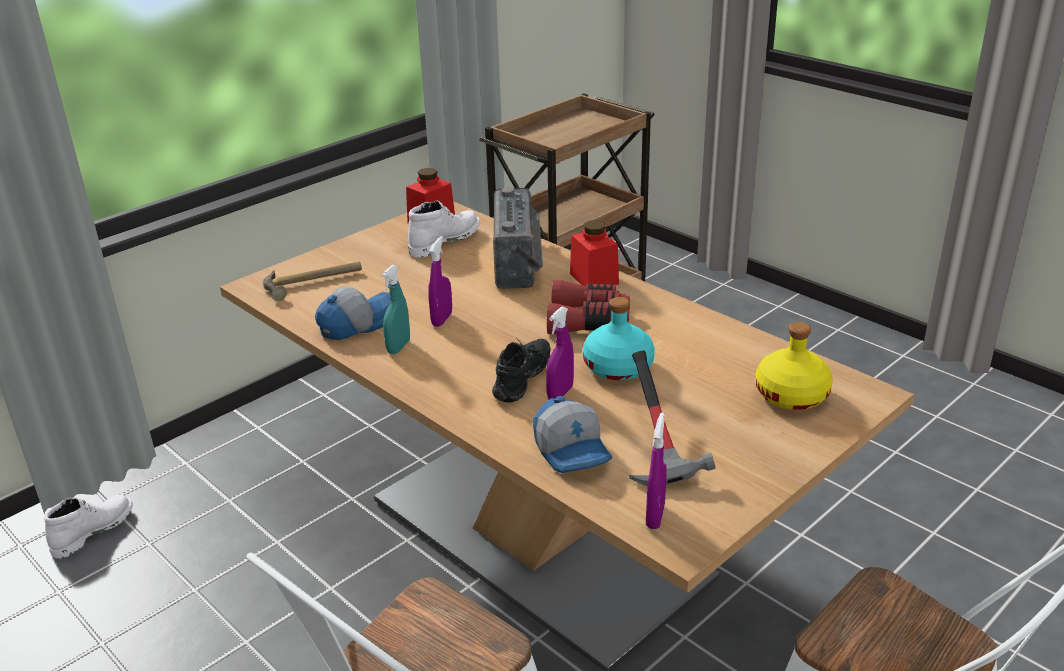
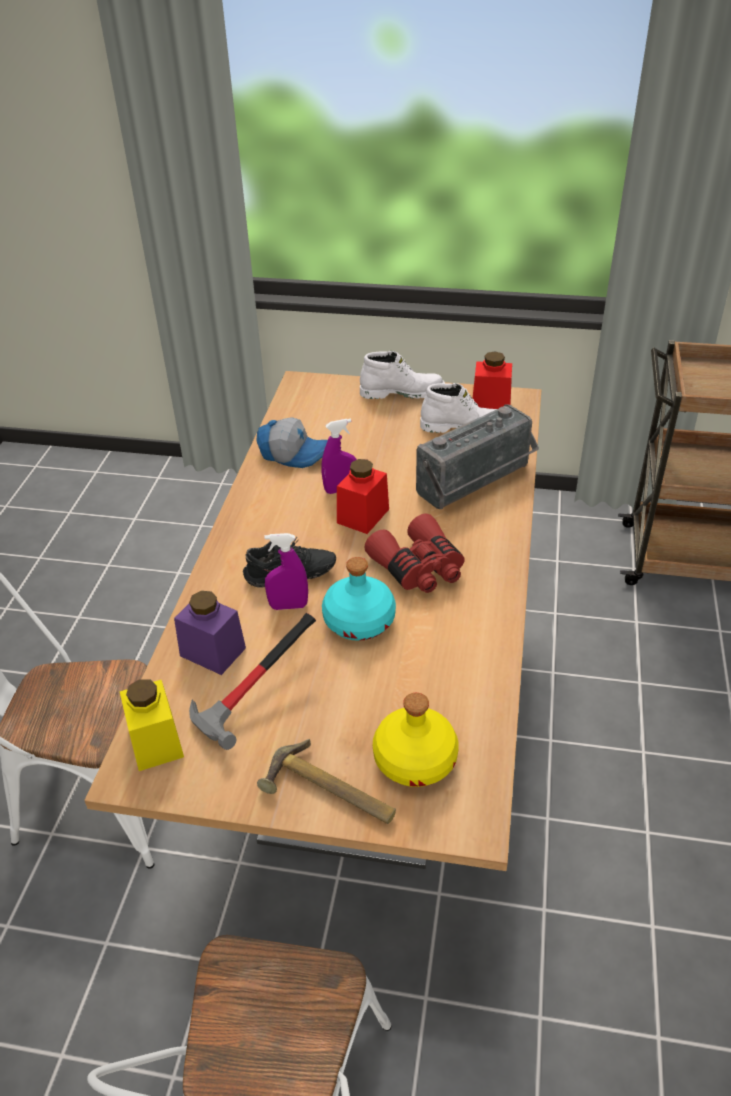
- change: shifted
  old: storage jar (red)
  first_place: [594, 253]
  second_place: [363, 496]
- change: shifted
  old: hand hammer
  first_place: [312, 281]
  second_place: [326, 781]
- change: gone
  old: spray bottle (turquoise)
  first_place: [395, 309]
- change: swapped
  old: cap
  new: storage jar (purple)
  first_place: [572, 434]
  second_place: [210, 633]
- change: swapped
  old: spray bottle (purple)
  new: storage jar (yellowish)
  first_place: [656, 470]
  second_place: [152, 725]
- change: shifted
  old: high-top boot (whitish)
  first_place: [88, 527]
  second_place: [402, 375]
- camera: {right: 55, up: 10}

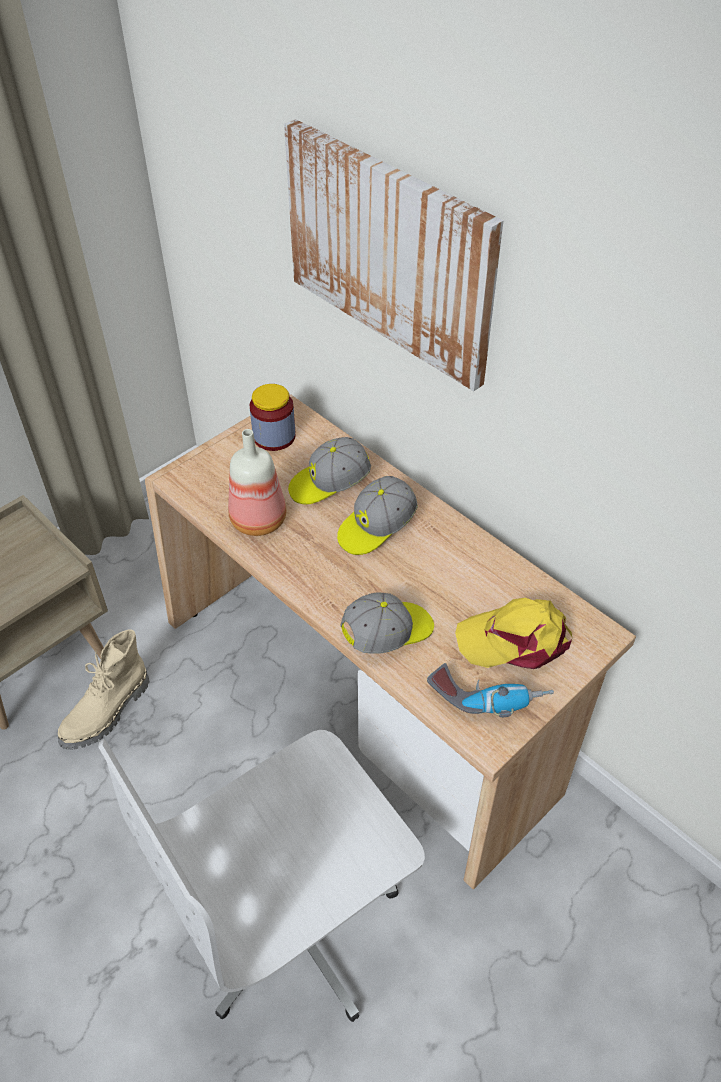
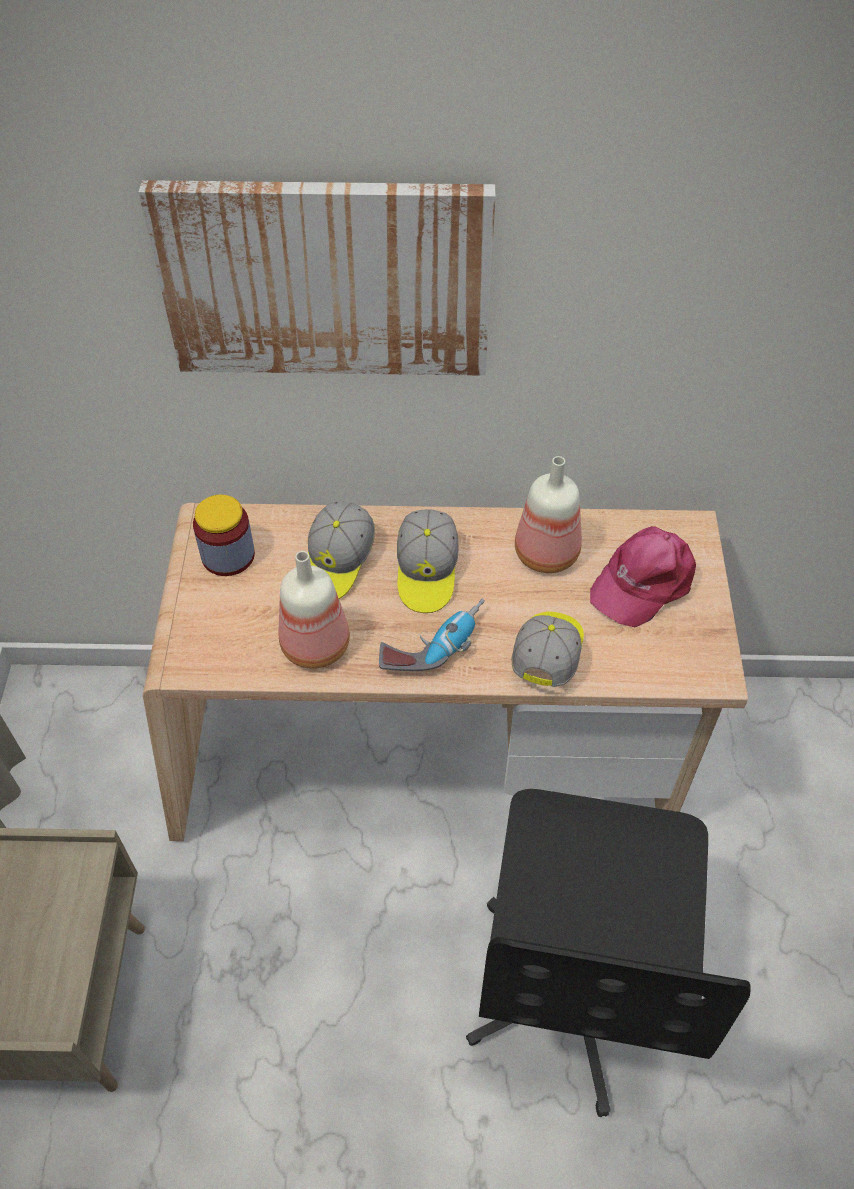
- change: repainted
  old: cap (yellowish)
  new: cap (pink-coloured)
  first_place: [513, 633]
  second_place: [643, 576]
- change: gone
  old: high-top boot (beige-coloured)
  first_place: [103, 689]
- change: shifted
  old: power drill
  first_place: [490, 690]
  second_place: [432, 635]
- change: repainted
  old: office chair (whitish)
  new: office chair (black-coloured)
  first_place: [261, 876]
  second_place: [608, 953]
- change: new
  new: bottle
  second_place: [548, 514]
- camera: {right: -45, up: 5}

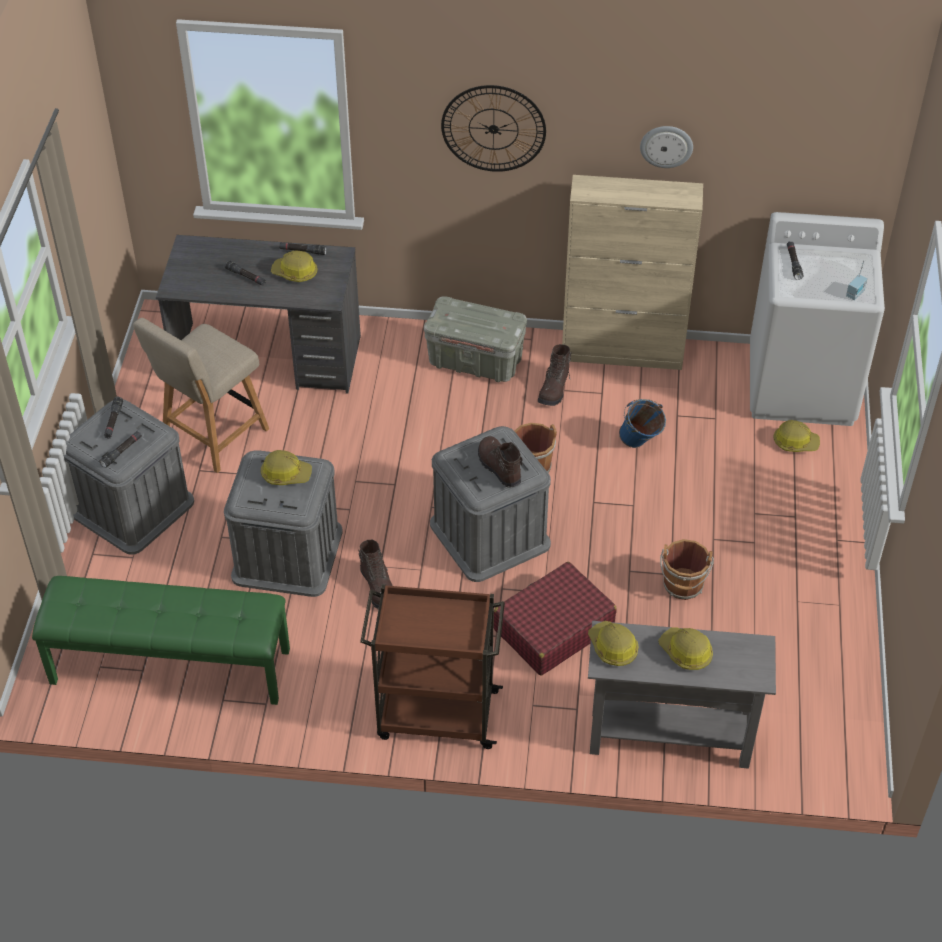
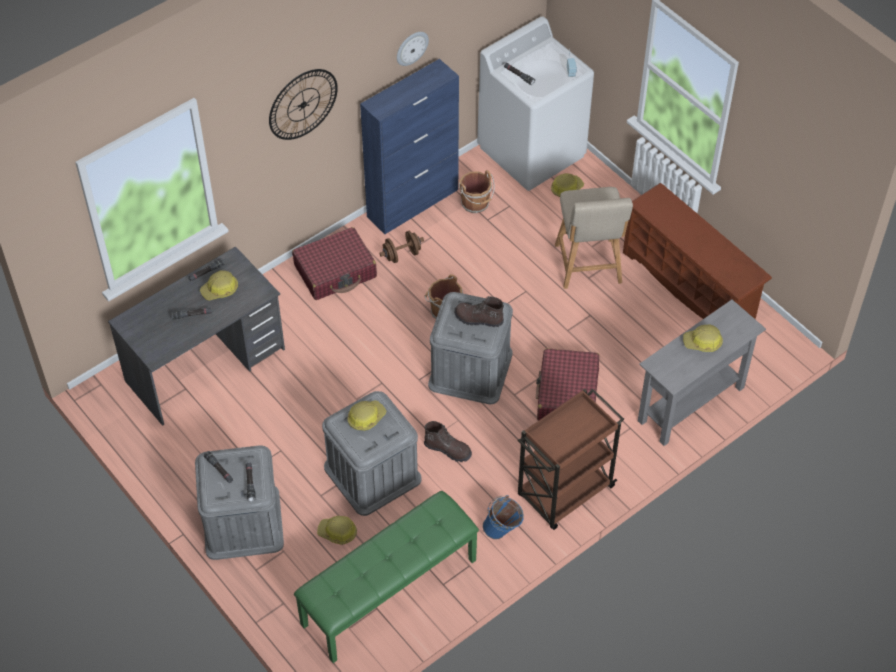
- change: repainted
  old: cupboard (beige-coloured)
  new: cupboard (blue)
  first_place: [632, 272]
  second_place: [409, 146]
- change: swapped
  old: storage bin (greyish)
  new: suitcase (red)
  first_place: [475, 339]
  second_place: [334, 263]
- change: shifted
  old: chair (beige-coloured)
  first_place: [201, 395]
  second_place: [594, 238]
- change: swapped
  old: high-top boot (brown)
  new: free weight (brown)
  first_place: [555, 375]
  second_place: [401, 247]
- change: shifted
  old: pail (blue)
  first_place: [642, 423]
  second_place: [503, 517]
- change: shifted
  old: pail (brown)
  first_place: [687, 569]
  second_place: [477, 191]
- change: shifted
  old: hard hat
  first_place: [613, 643]
  second_place: [337, 530]
- change: new
  new: shoe rack (brown)
  second_place: [697, 251]
- camera: {right: -45, up: 5}

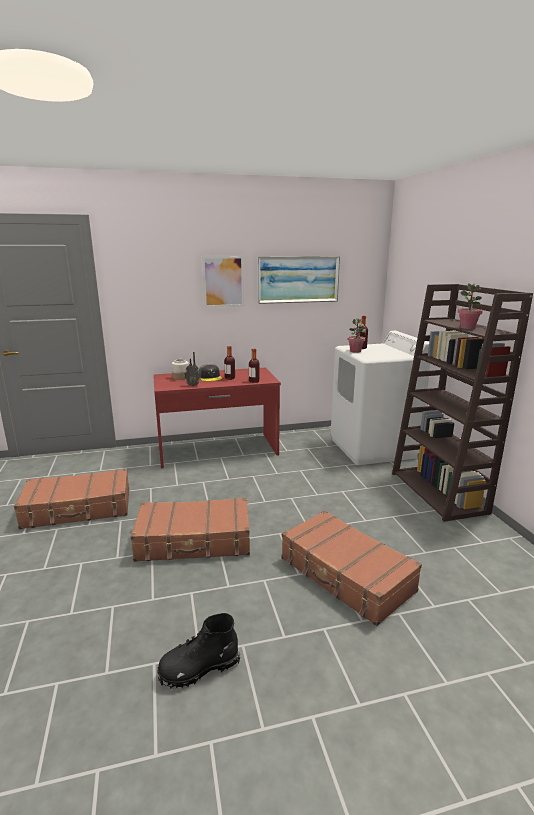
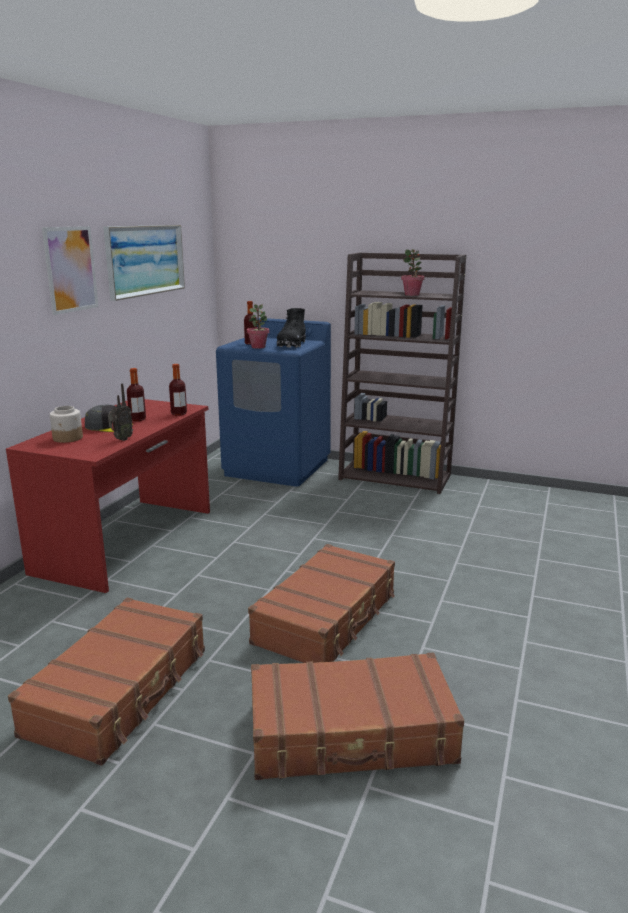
- change: repainted
  old: laundry machine (whitish)
  new: laundry machine (blue)
  first_place: [380, 398]
  second_place: [273, 402]
- change: shifted
  old: suitcase (brown)
  first_place: [352, 568]
  second_place: [357, 716]
- change: shifted
  old: high-top boot (black-coloured)
  first_place: [198, 651]
  second_place: [291, 328]
- camera: {right: -55, up: 0}

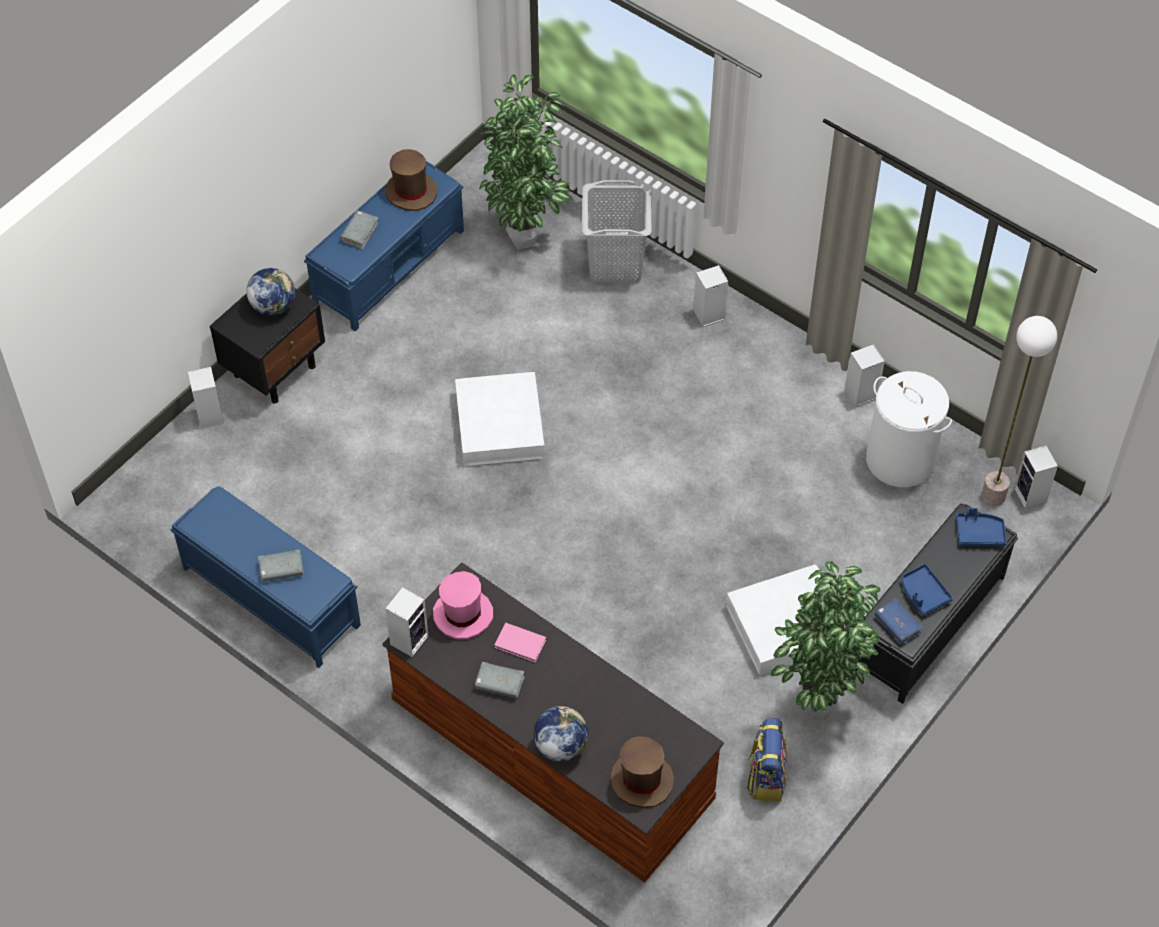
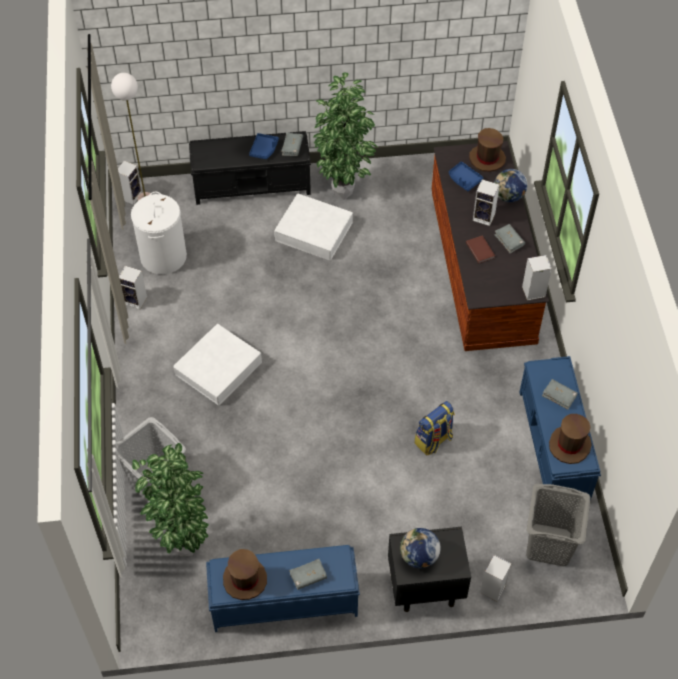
- change: shifted
  old: speaker
  first_place: [710, 296]
  second_place: [486, 202]
- change: shifted
  old: storage bin (whitish)
  first_place: [500, 419]
  second_place: [217, 365]
- change: shifted
  old: tray (blue)
  first_place: [981, 527]
  second_place: [466, 176]
- change: gone
  old: clothing hat (pink-coloured)
  first_place: [463, 605]
- change: repainted
  old: bound book (blue)
  new: bound book (greyish)
  first_place: [899, 621]
  second_place: [292, 144]
- change: repainted
  old: bound book (pink-coloured)
  new: bound book (brown)
  first_place: [520, 642]
  second_place: [480, 249]
- change: shifted
  old: backpack
  first_place: [767, 759]
  second_place: [435, 428]
- change: new
  new: clothing hat (brown)
  second_place: [570, 439]
- change: new
  new: hamper (greyish)
  second_place: [558, 525]
- camera: {right: -135, up: 0}

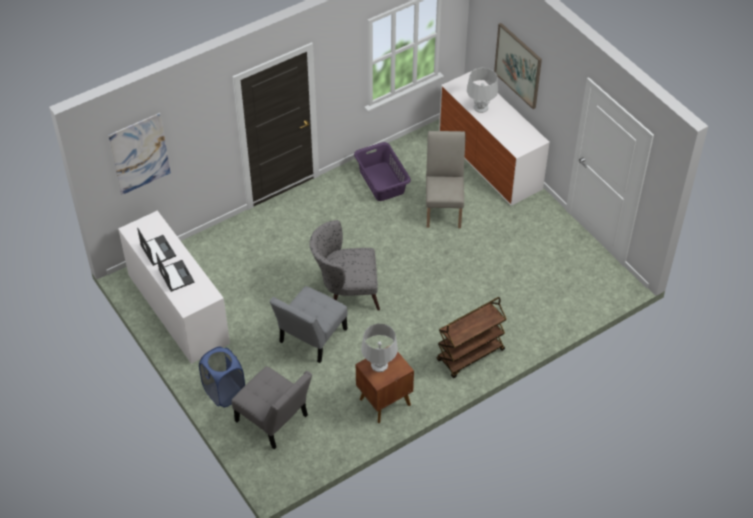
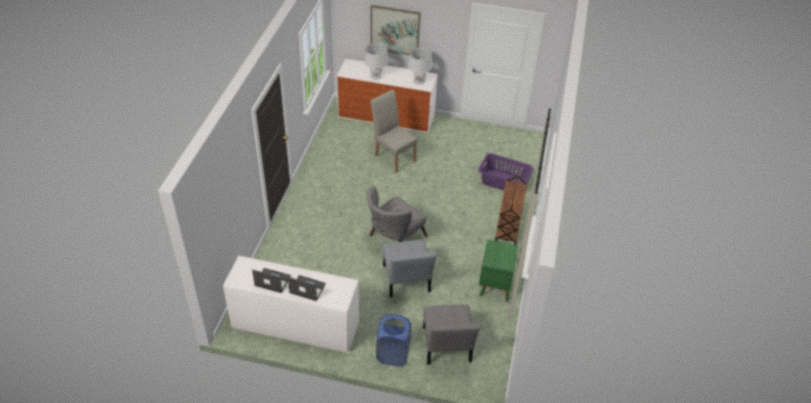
- change: gone
  old: wall picture
  first_place: [139, 154]
- change: shifted
  old: hamper (purple)
  first_place: [382, 171]
  second_place: [506, 172]
- change: shifted
  old: tabletop lamp (greyish)
  first_place: [379, 348]
  second_place: [420, 66]
- change: repainted
  old: night table (brown)
  new: night table (greenish)
  first_place: [384, 384]
  second_place: [499, 270]
- change: rotated
  old: chair (greyish)
  first_place: [272, 407]
  second_place: [451, 335]
  degrees: 90
- camera: {right: -45, up: -5}

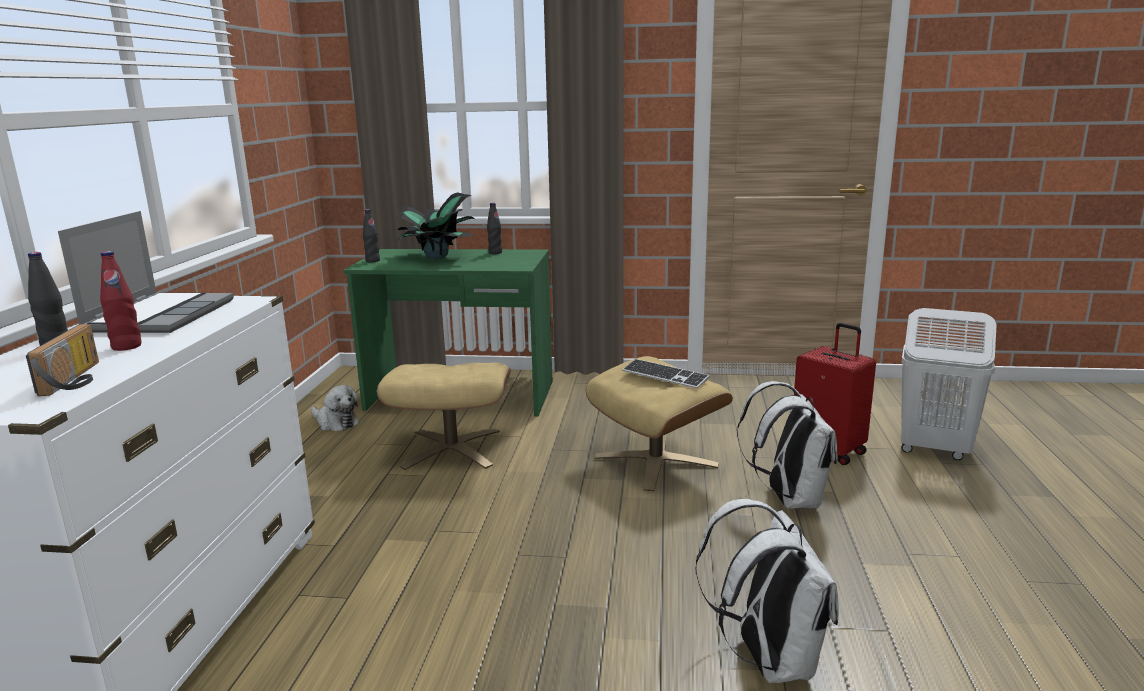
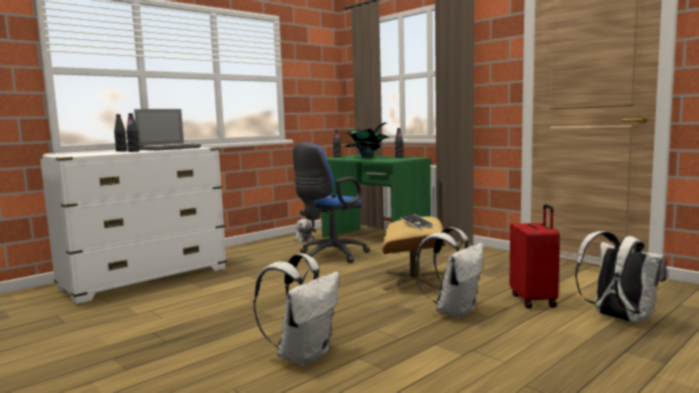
- change: repainted
  old: bottle (red)
  new: bottle (black-coloured)
  first_place: [121, 301]
  second_place: [133, 132]
- change: swapped
  old: hamper (whitish)
  new: backpack (whitish)
  first_place: [949, 384]
  second_place: [620, 276]
- change: gone
  old: radio receiver
  first_place: [62, 360]
- change: swapped
  old: pouffe (beige-coloured)
  new: office chair (blue)
  first_place: [444, 416]
  second_place: [331, 202]
- camera: {right: 40, up: -10}

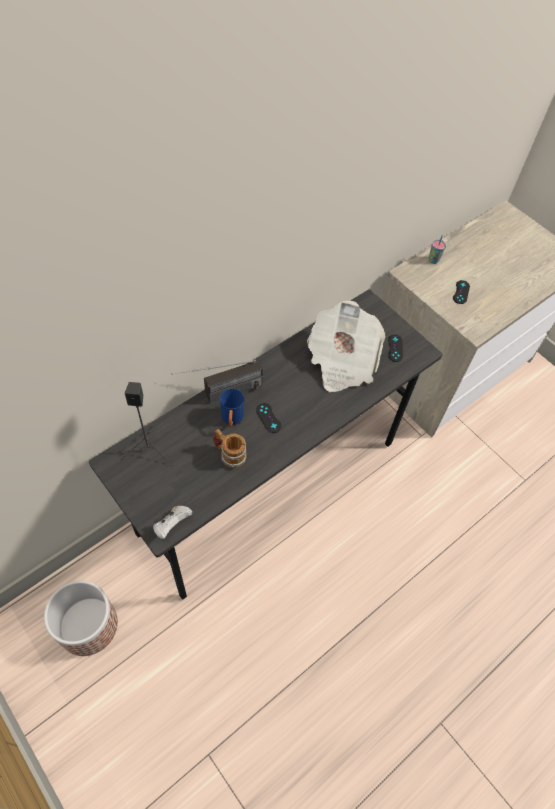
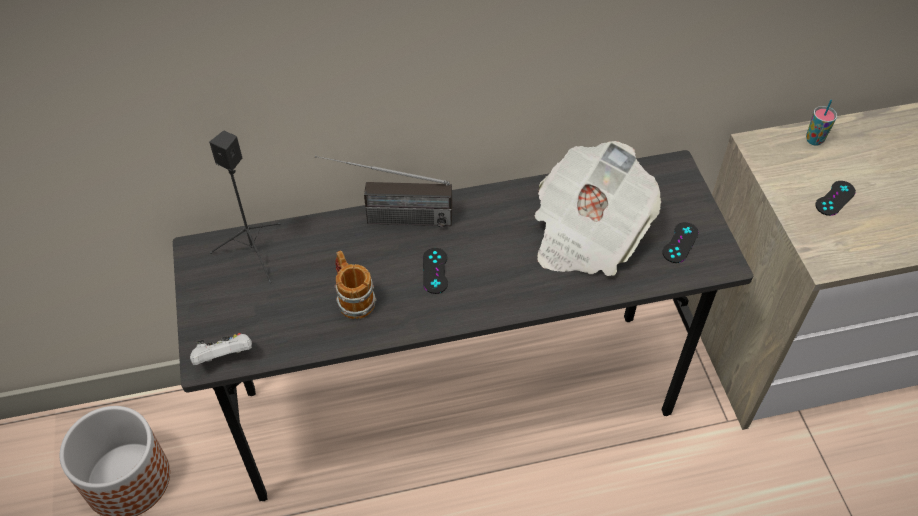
- change: gone
  old: tea mug (blue)
  first_place: [232, 408]
- camera: {right: 30, up: -5}

